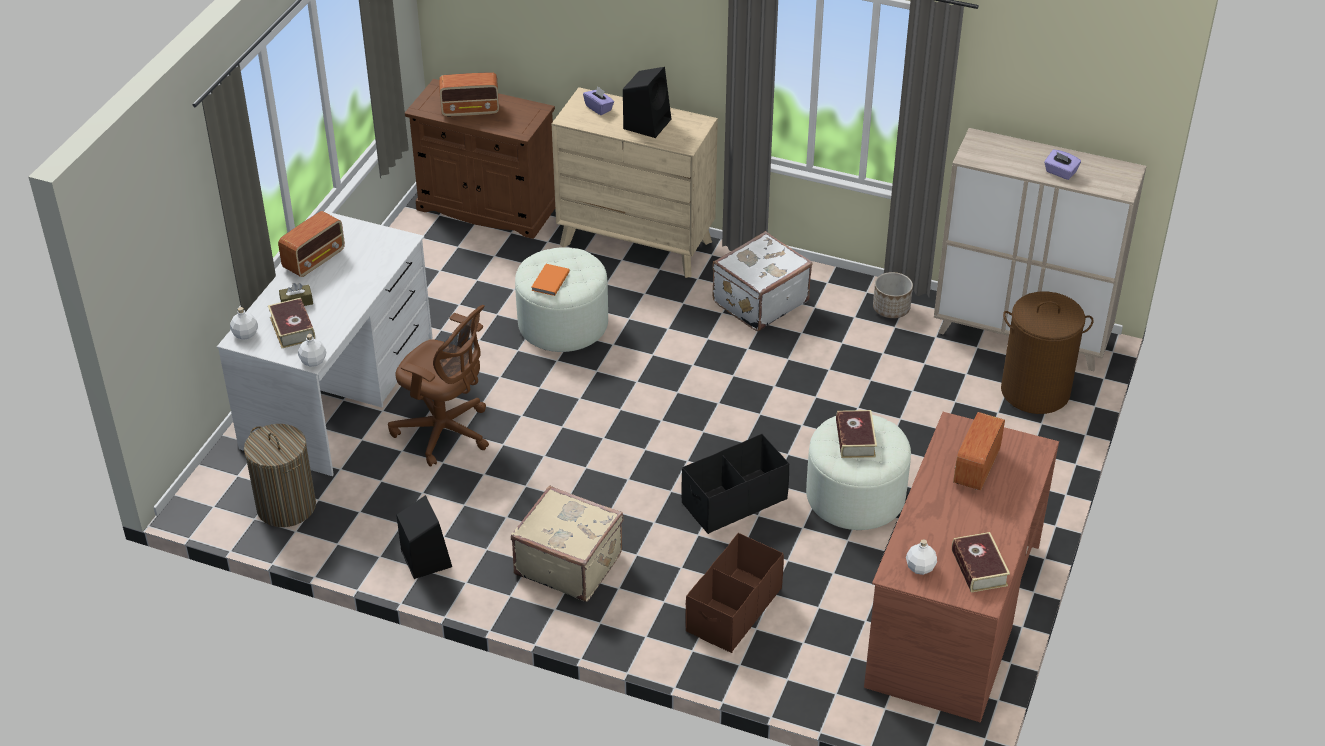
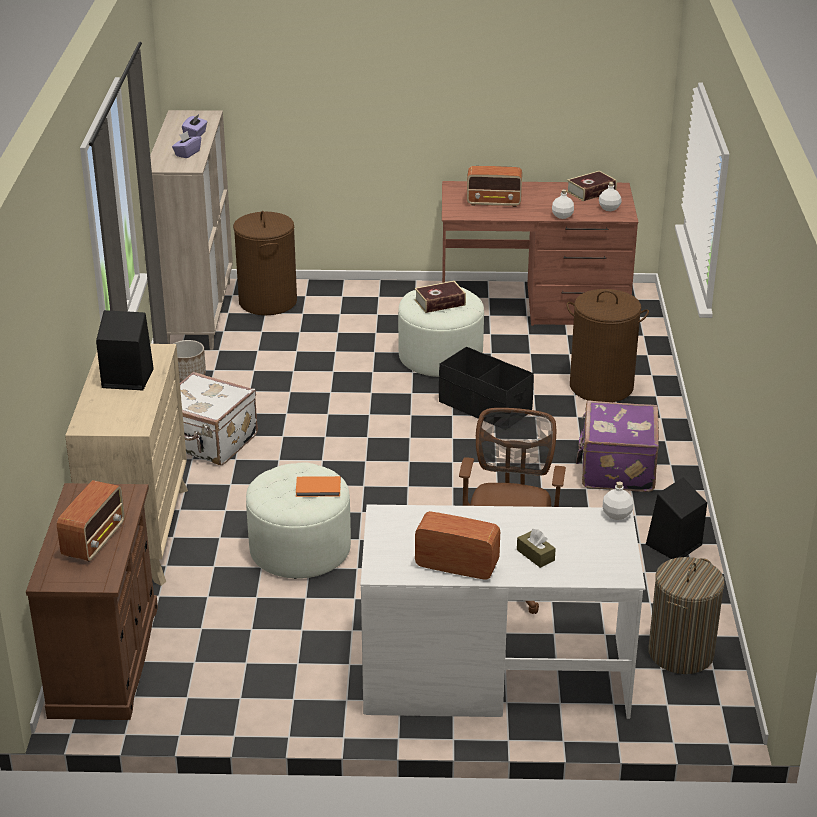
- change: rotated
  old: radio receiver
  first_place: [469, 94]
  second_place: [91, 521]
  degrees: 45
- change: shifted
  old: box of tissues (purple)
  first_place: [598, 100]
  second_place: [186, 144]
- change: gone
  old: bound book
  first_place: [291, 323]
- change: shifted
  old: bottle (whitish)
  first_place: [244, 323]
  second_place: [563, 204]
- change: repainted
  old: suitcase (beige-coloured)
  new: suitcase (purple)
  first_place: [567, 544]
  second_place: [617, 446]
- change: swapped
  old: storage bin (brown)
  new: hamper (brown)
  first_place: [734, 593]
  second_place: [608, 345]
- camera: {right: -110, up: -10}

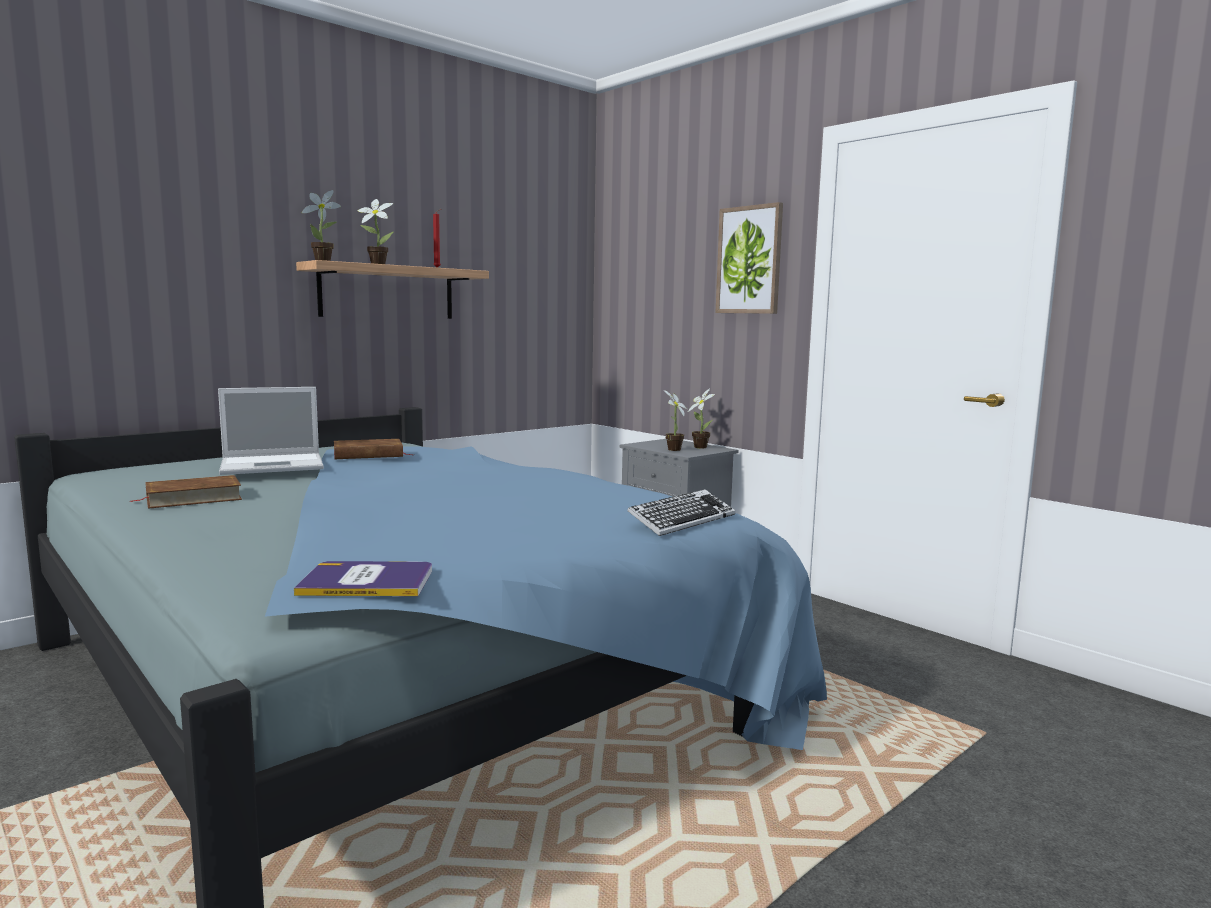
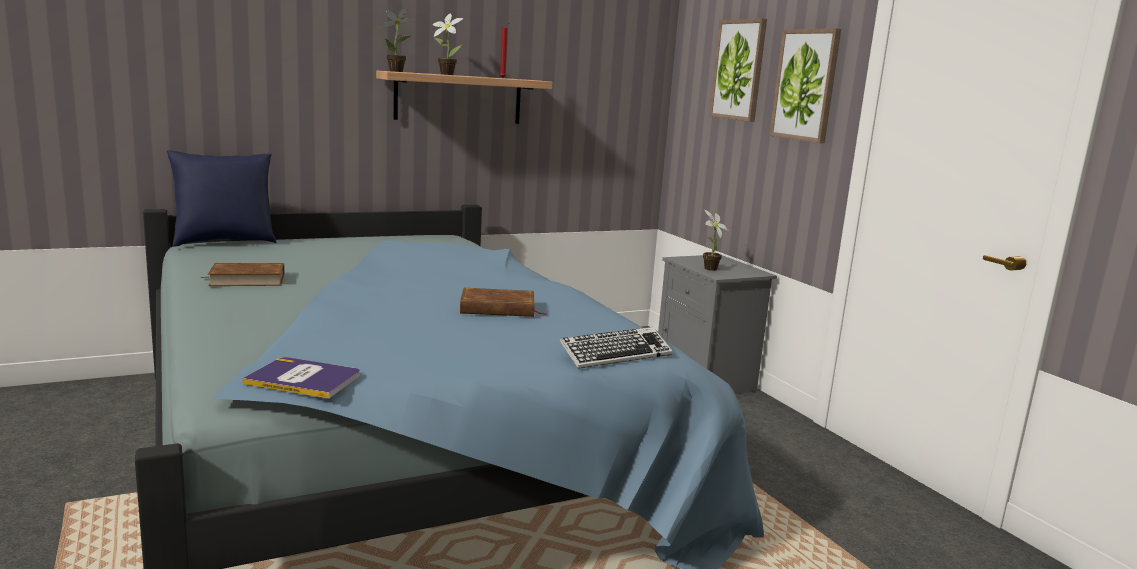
- change: gone
  old: laptop
  first_place: [271, 431]
- change: gone
  old: potted plant
  first_place: [701, 418]
- change: shifted
  old: bound book (brown)
  first_place: [374, 449]
  second_place: [503, 302]
- change: new
  new: wall picture
  second_place: [738, 70]
- change: new
  new: pillow (blue)
  second_place: [222, 198]
- camera: {right: 15, up: 5}

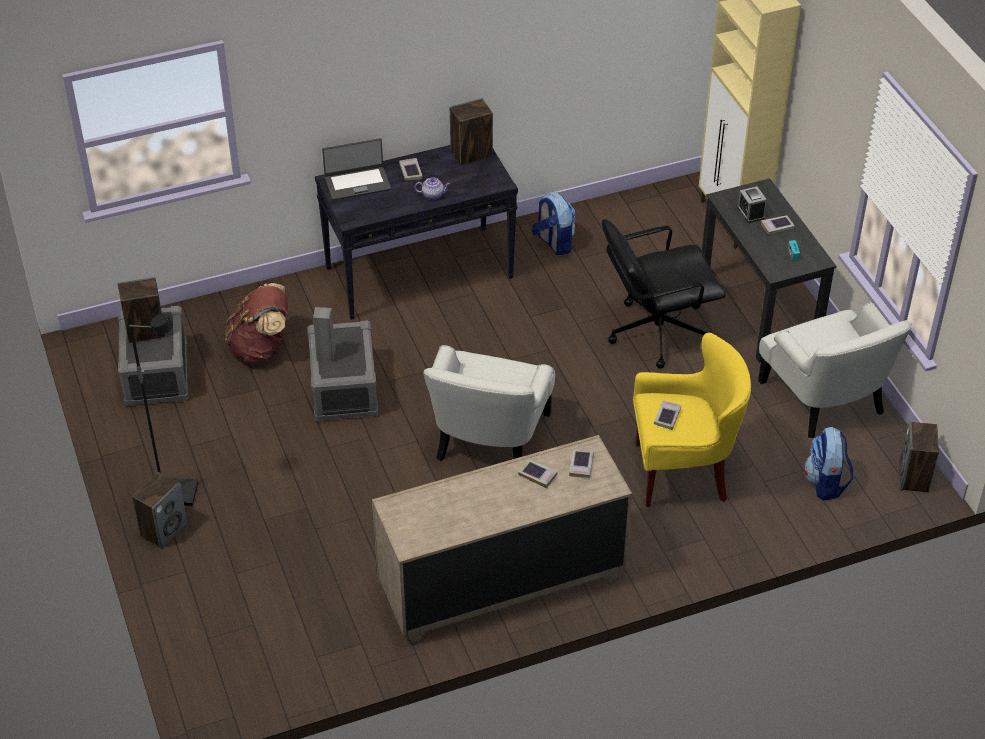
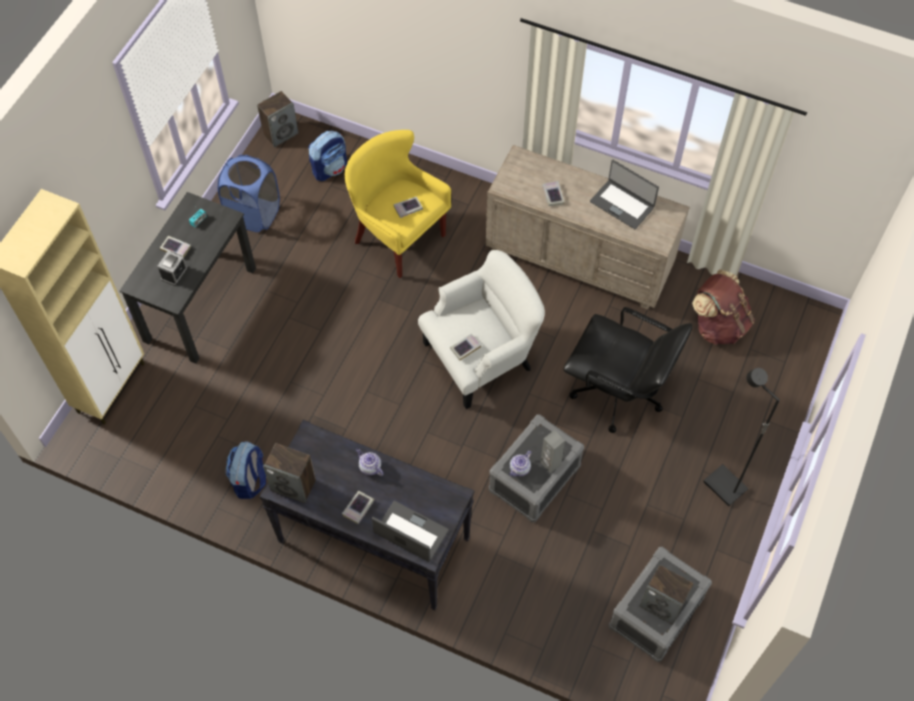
- change: shifted
  old: office chair (black-coloured)
  first_place: [664, 294]
  second_place: [627, 370]
- change: shifted
  old: backpack (brown)
  first_place: [256, 323]
  second_place: [723, 307]
- change: swapped
  old: armchair (whitish)
  new: hamper (blue)
  first_place: [835, 370]
  second_place: [249, 193]
- change: shifted
  old: bound book
  first_place: [581, 463]
  second_place: [465, 347]
- change: gone
  old: speaker
  first_place: [160, 510]
- change: new
  new: laptop
  second_place: [624, 194]
- change: new
  new: pot for tea
  second_place: [520, 464]
- camera: {right: -135, up: 15}

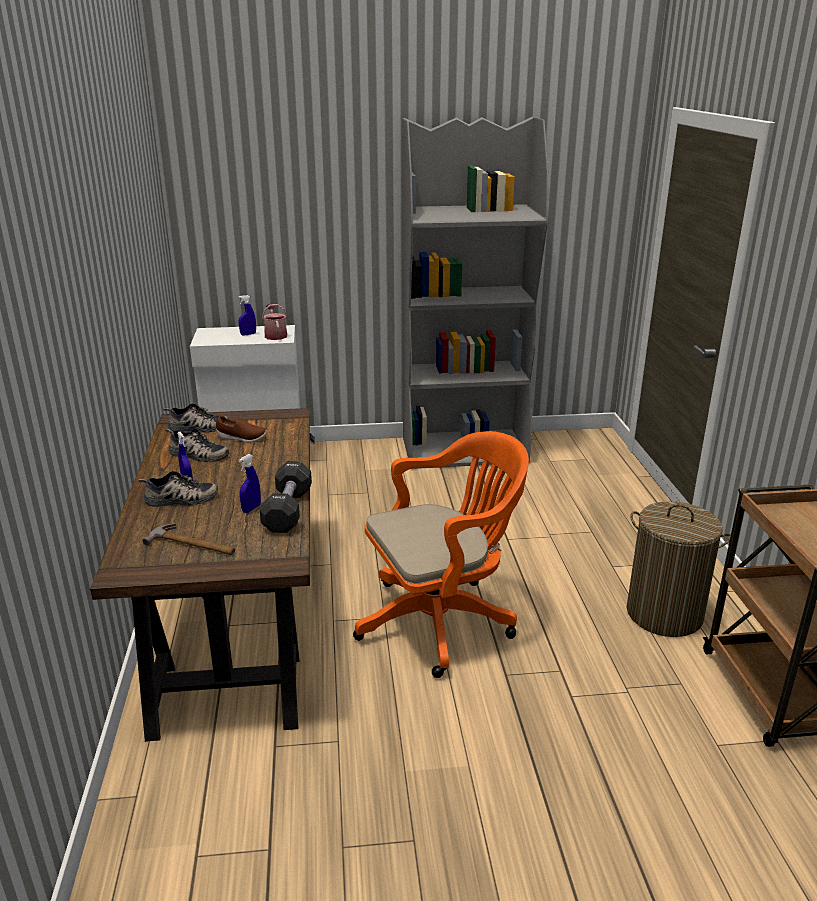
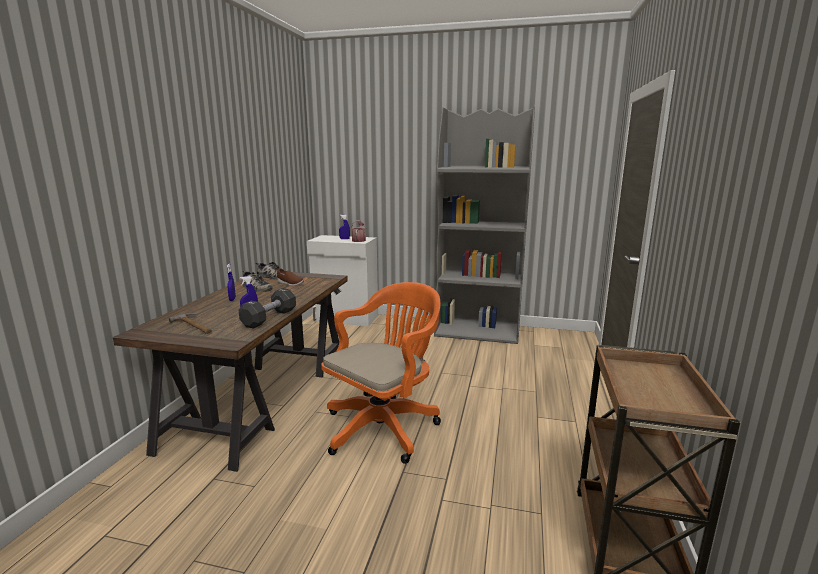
- change: rotated
  old: office chair (orange-coloured)
  first_place: [441, 554]
  second_place: [381, 373]
  degrees: -45
- change: gone
  old: shoe
  first_place: [178, 489]
- change: gone
  old: hamper
  first_place: [679, 569]
- camera: {right: 20, up: -10}

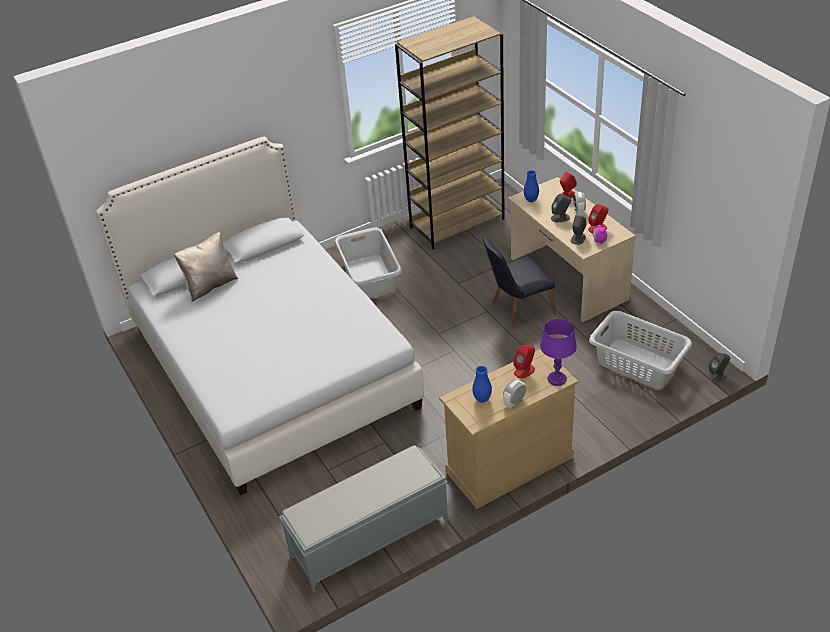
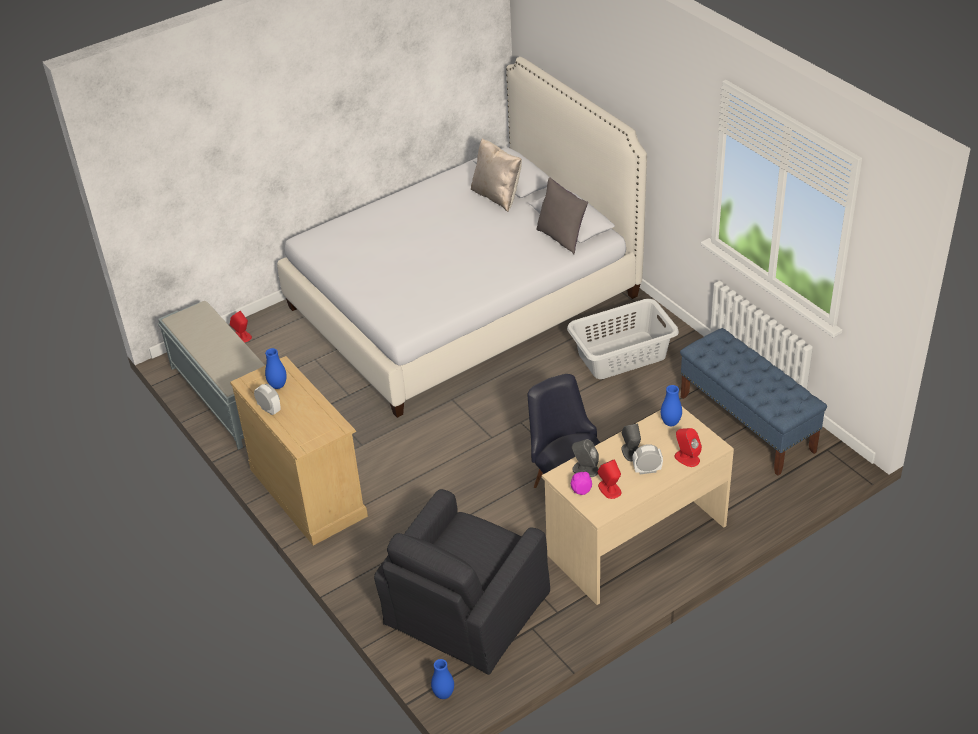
- change: swapped
  old: shelving unit (brown)
  new: bench (blue)
  first_place: [450, 133]
  second_place: [753, 402]
- change: swapped
  old: hamper (greyish)
  new: armchair (black-coloured)
  first_place: [640, 350]
  second_place: [462, 582]
- change: gone
  old: tabletop lamp (purple)
  first_place: [558, 352]
- change: shifted
  old: speaker (red)
  first_place: [524, 362]
  second_place: [241, 327]
- change: swapped
  old: speaker (greyish)
  new: decorative vase (blue)
  first_place: [718, 367]
  second_place: [442, 679]
- change: new
  new: pillow (greyish)
  second_place: [562, 215]
- camera: {right: 85, up: 0}

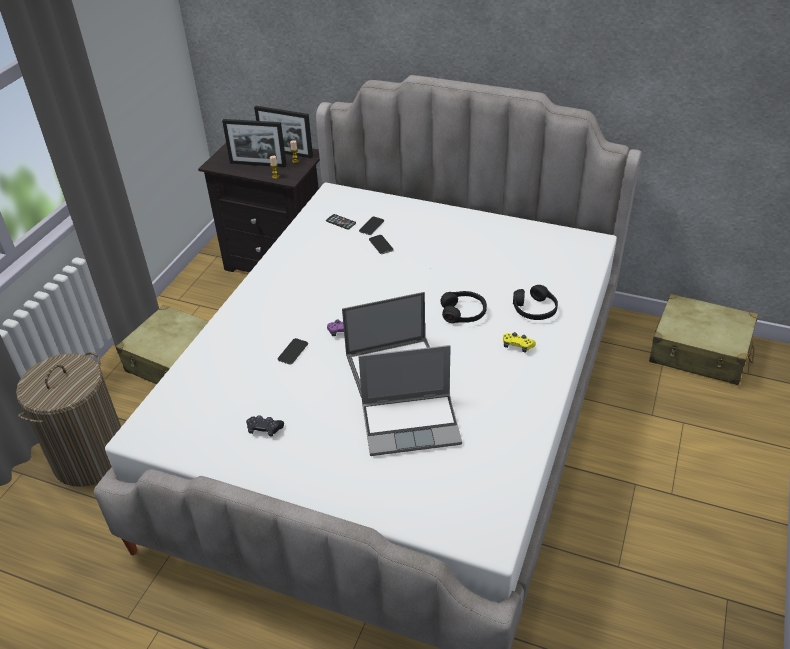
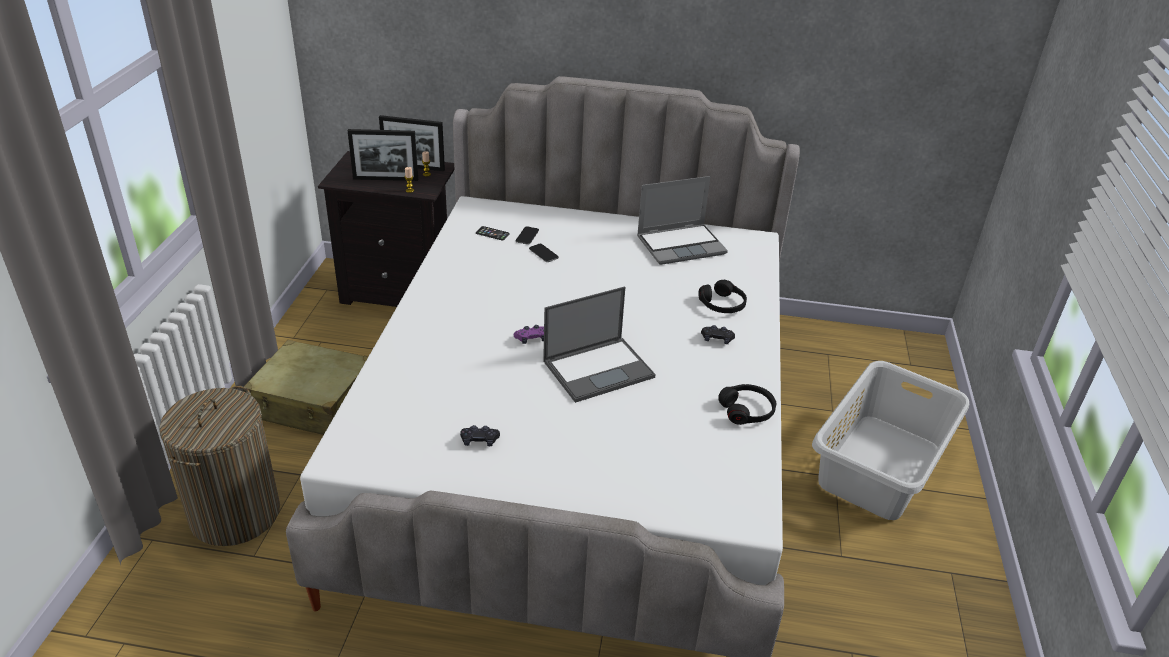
- change: shifted
  old: headphones (black-coloured)
  first_place: [463, 307]
  second_place: [747, 404]
- change: gone
  old: suitcase (beige-coloured)
  first_place: [703, 339]
- change: repainted
  old: joypad (yellowish)
  new: joypad (black-coloured)
  first_place: [519, 342]
  second_place: [718, 334]
- change: gone
  old: telephone
  first_place: [293, 351]
- change: shifted
  old: laptop
  first_place: [410, 400]
  second_place: [682, 220]
- change: new
  new: hamper (greyish)
  second_place: [890, 440]
- camera: {right: -15, up: -5}

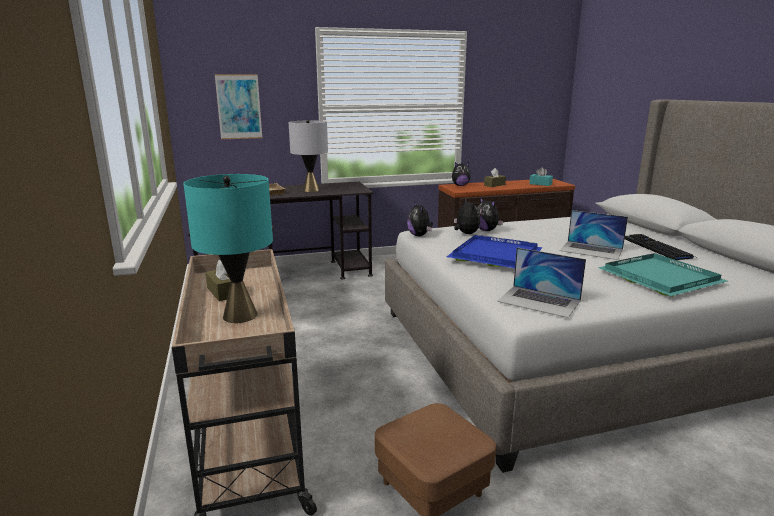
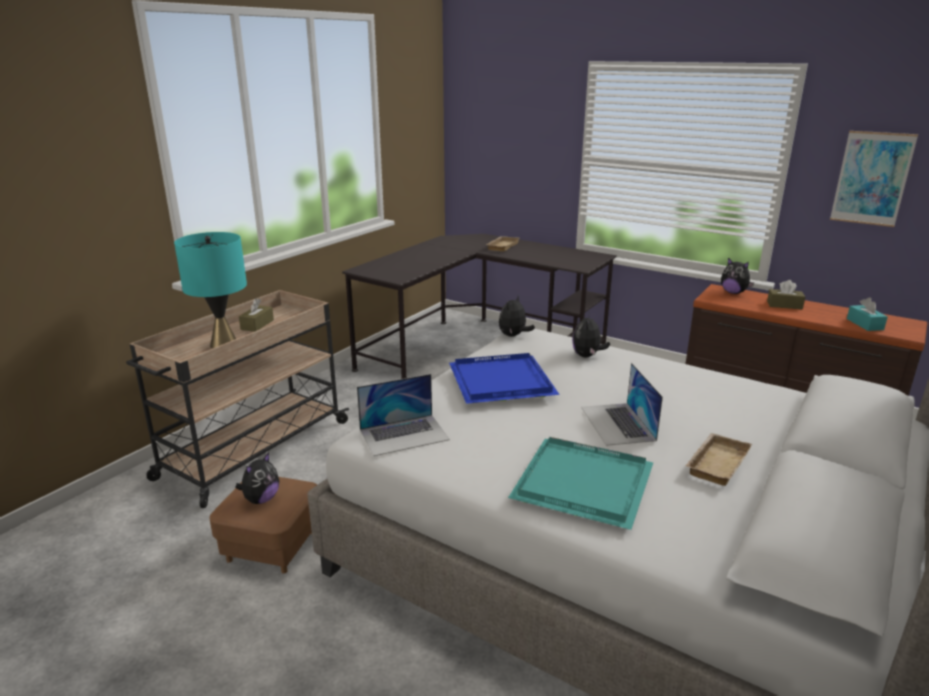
- change: shifted
  old: wall picture
  first_place: [238, 106]
  second_place: [874, 179]
- change: gone
  old: tabletop lamp (greyish)
  first_place: [308, 155]
- change: shifted
  old: soft toy
  first_place: [467, 216]
  second_place: [257, 478]
- change: swapped
  old: keyboard
  new: tray (beige-coloured)
  first_place: [660, 247]
  second_place: [719, 459]
- change: rotated
  old: laptop
  first_place: [541, 283]
  second_place: [403, 415]
  degrees: -105
- camera: {right: 50, up: 5}

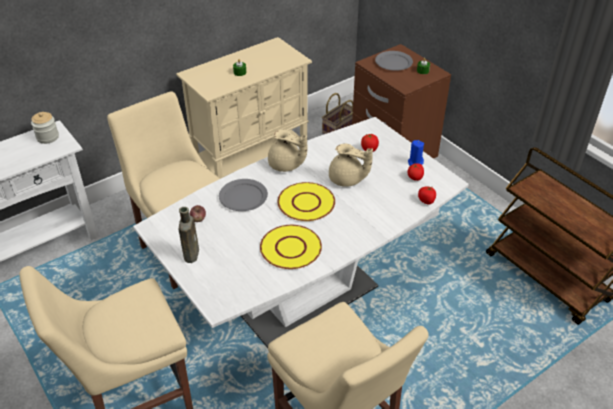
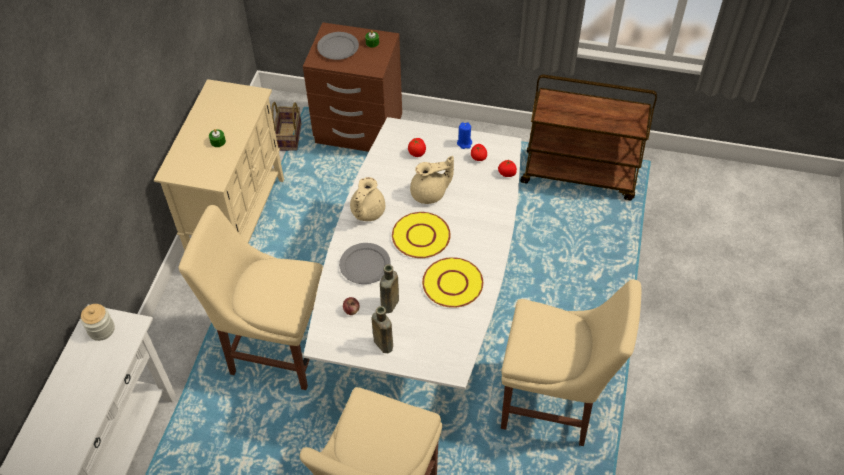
- change: rotated
  old: pot for tea (beige-coloured)
  first_place: [287, 151]
  second_place: [367, 199]
  degrees: 120
- change: new
  new: bottle (brown)
  second_place: [389, 288]
- camera: {right: -40, up: 10}

